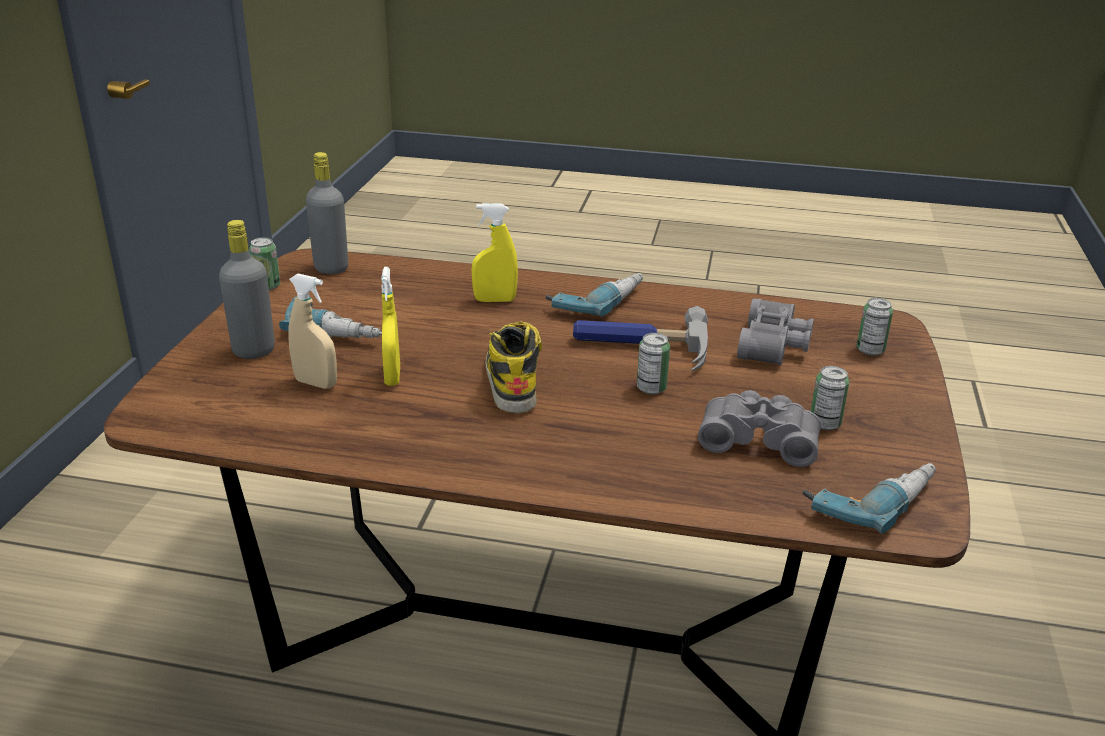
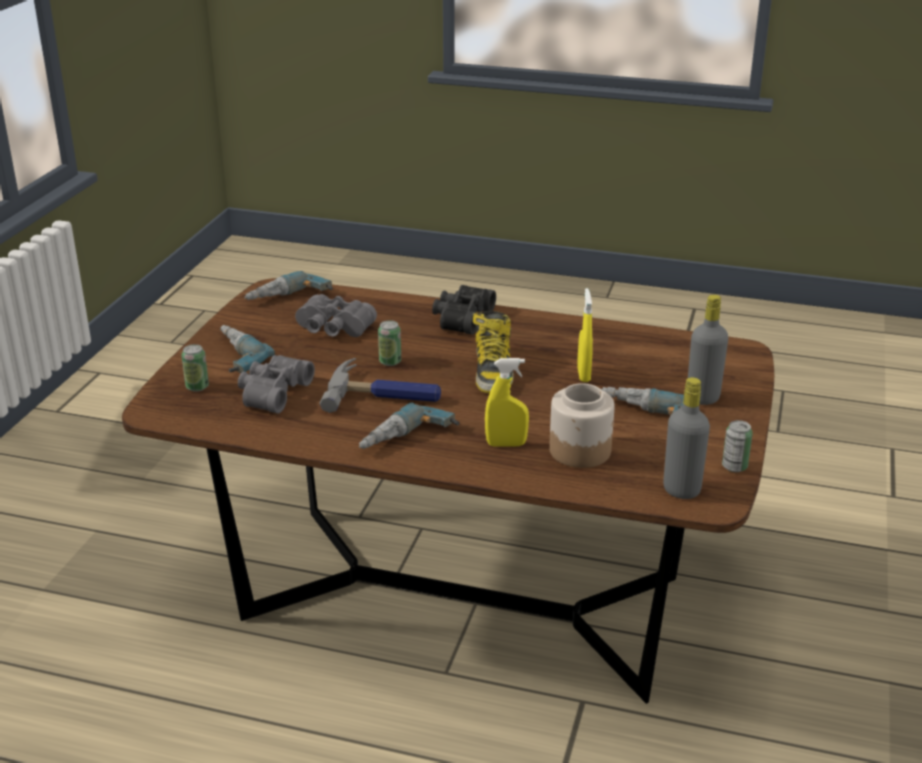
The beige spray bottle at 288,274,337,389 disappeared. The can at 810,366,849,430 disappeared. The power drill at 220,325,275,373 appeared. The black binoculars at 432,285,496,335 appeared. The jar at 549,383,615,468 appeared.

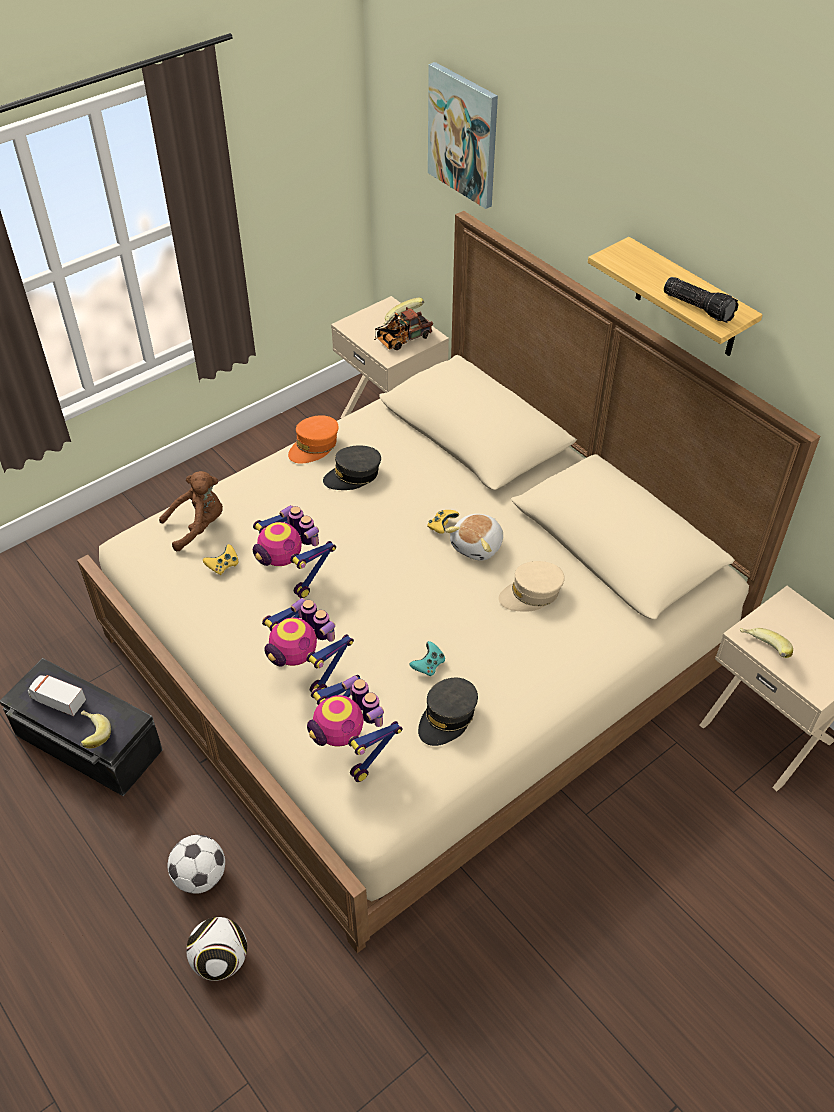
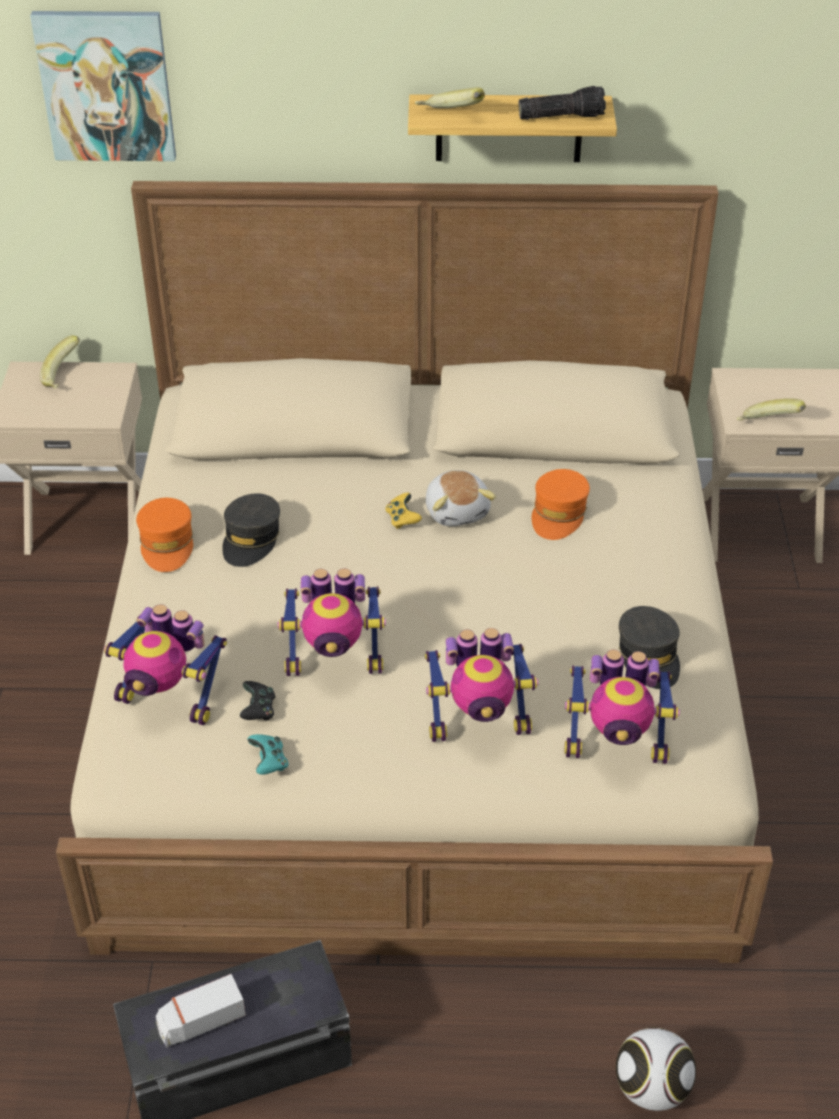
The banana moved from 80,710,111,749 to 415,87,485,108. The brown plush toy at 159,471,223,551 was replaced by the toy robot at 104,604,227,725. The football at 168,835,225,894 disappeared. The yellow game controller at 203,544,239,575 became the black game controller at 240,681,275,720. The toy truck at 374,307,433,350 disappeared. The turquoise game controller moved from 409,641,445,676 to 247,734,288,775. The beige cap at 498,561,565,612 became the orange cap at 532,469,590,540.

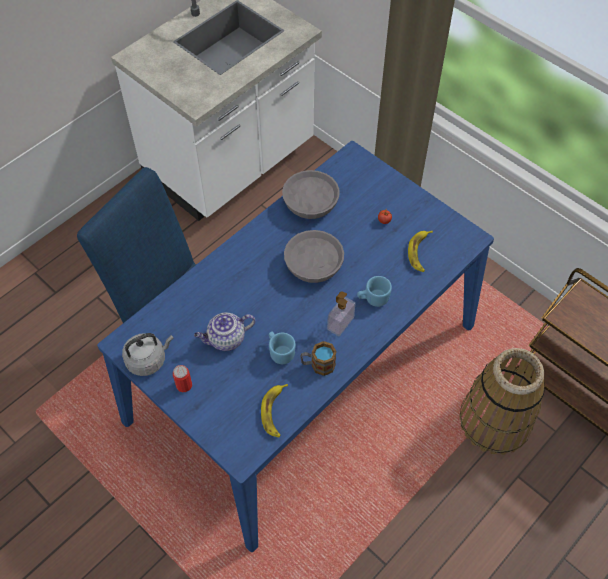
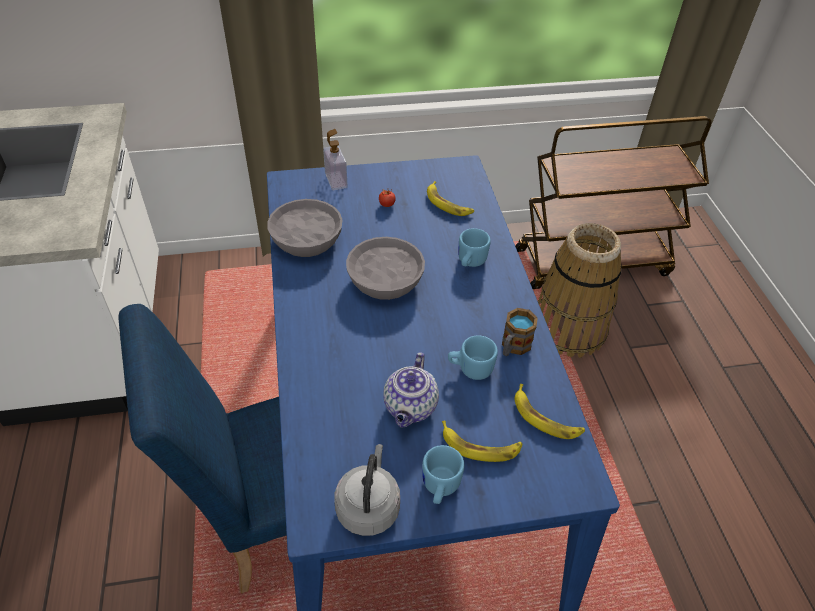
The can at 173,365,192,392 was replaced by the blue mug at 422,445,464,504. The soap dispenser moved from 327,291,356,336 to 323,129,347,190. The banana at 442,421,522,462 appeared.

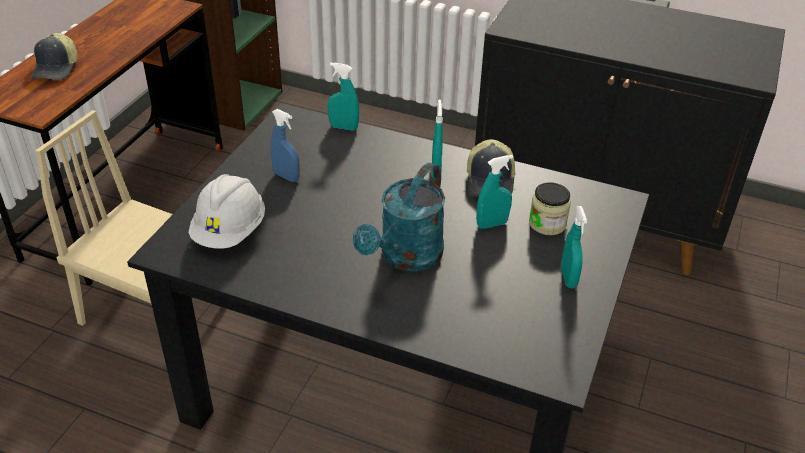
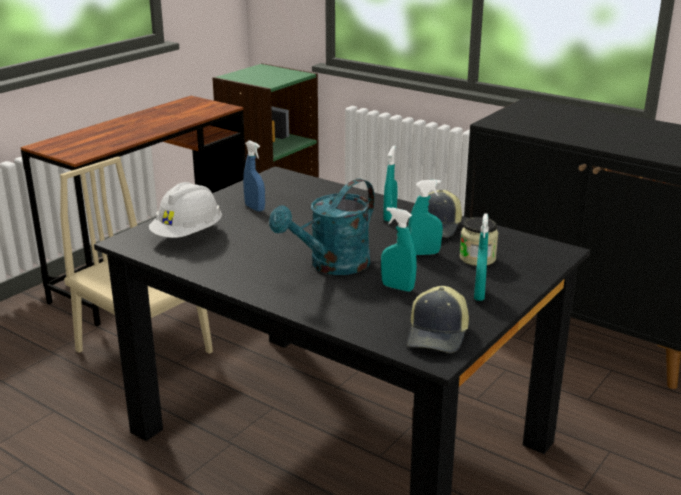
The cap moved from 31,33,78,80 to 407,286,469,353. The turquoise spray bottle moved from 328,62,359,131 to 381,207,417,292.

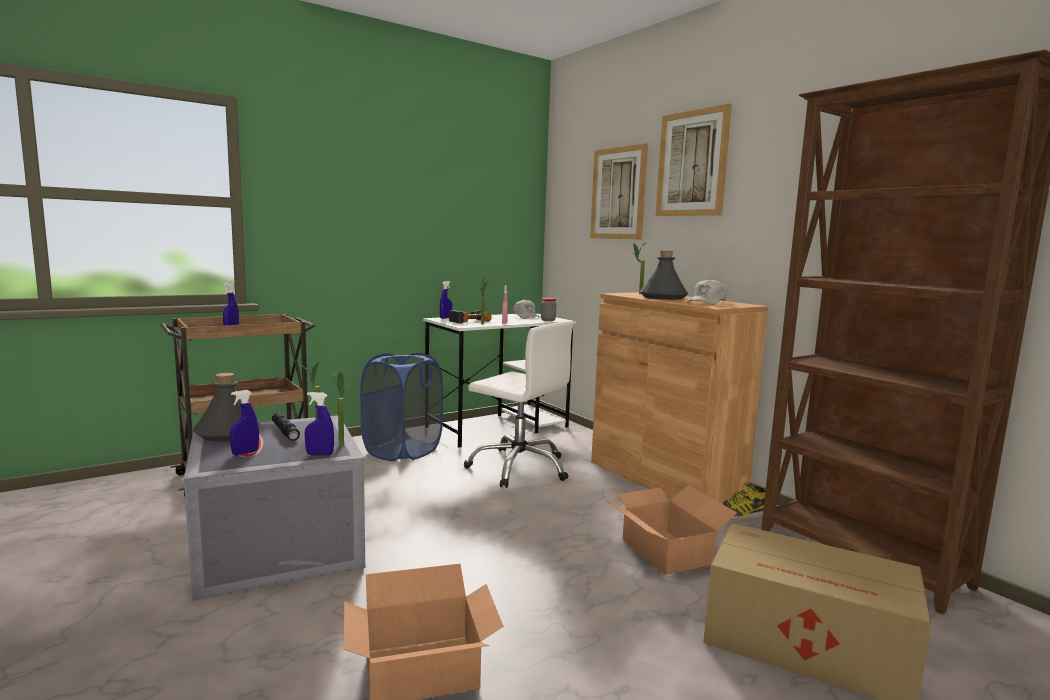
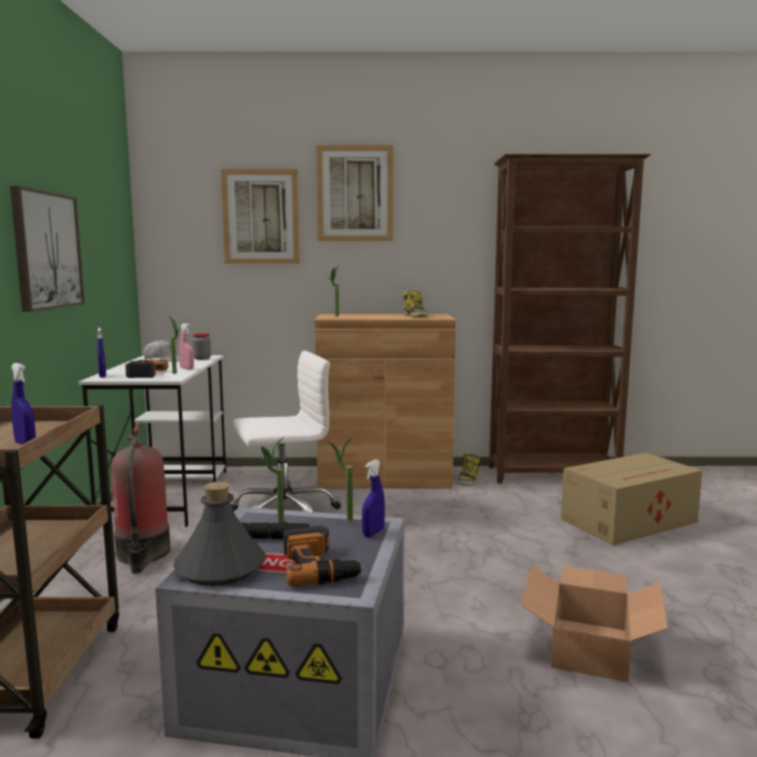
The blue spray bottle at 230,390,259,456 was replaced by the power drill at 283,526,364,586. The blue laundry basket at 360,353,443,461 was replaced by the fire extinguisher at 111,422,170,573. The cardboard box at 606,485,737,575 disappeared. The grey bottle at 640,250,688,300 disappeared. The white cap at 687,279,726,305 was replaced by the boot at 403,290,428,317. The picture at 10,186,85,312 appeared.

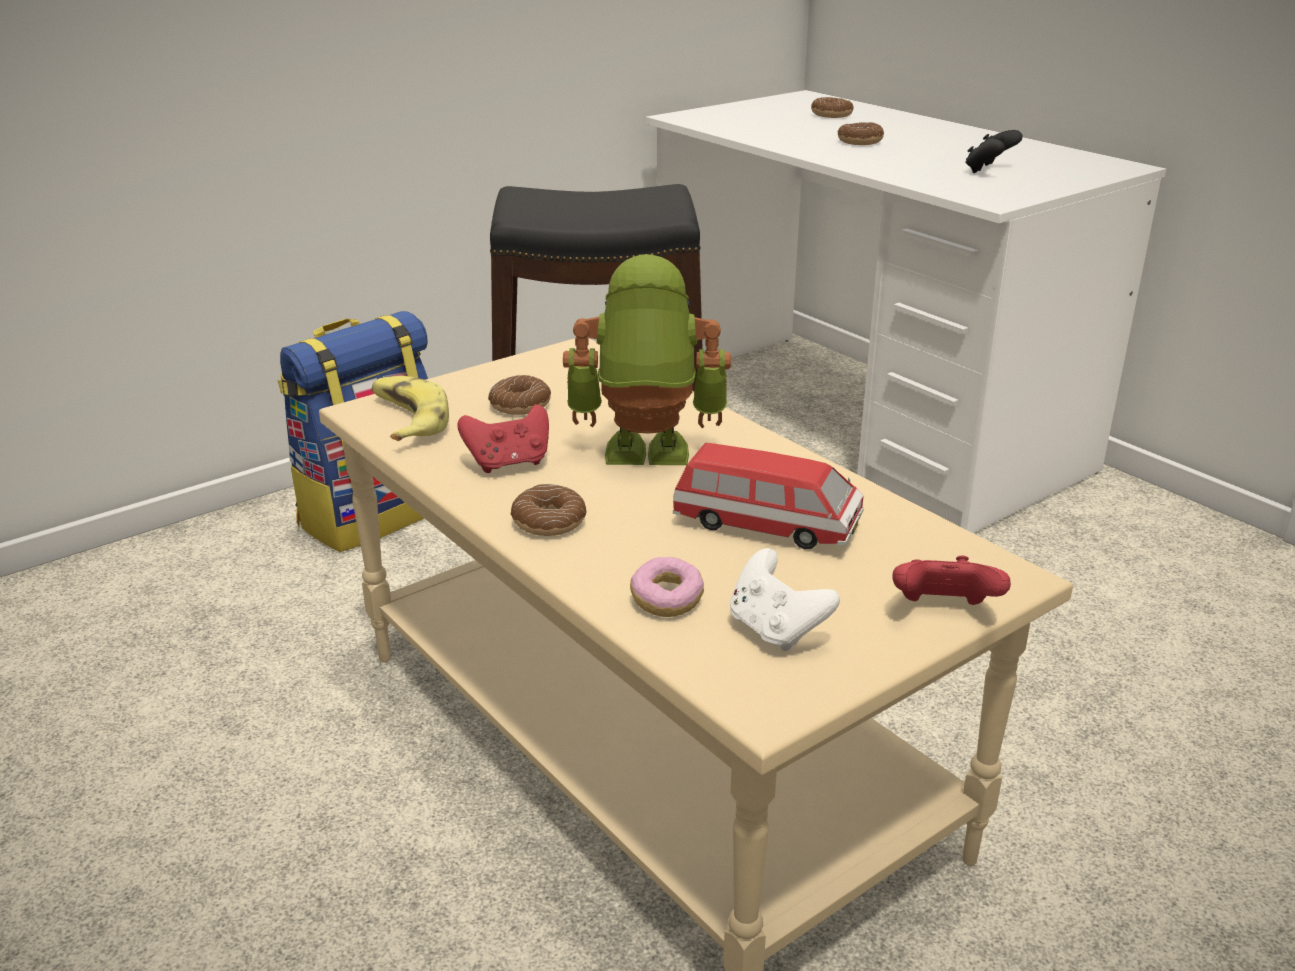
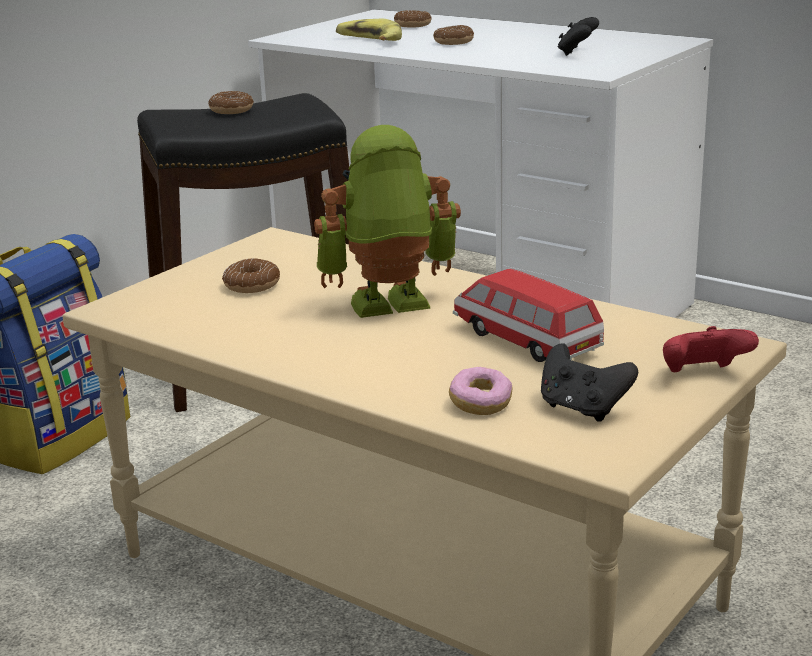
The banana moved from 371,376,449,441 to 336,19,402,41. The red game controller at 457,404,549,473 disappeared. The donut moved from 511,484,586,536 to 208,91,254,114. The toy car at 673,443,864,549 turned 135 degrees counterclockwise. The white game controller at 730,548,840,651 became the black game controller at 541,343,638,422.

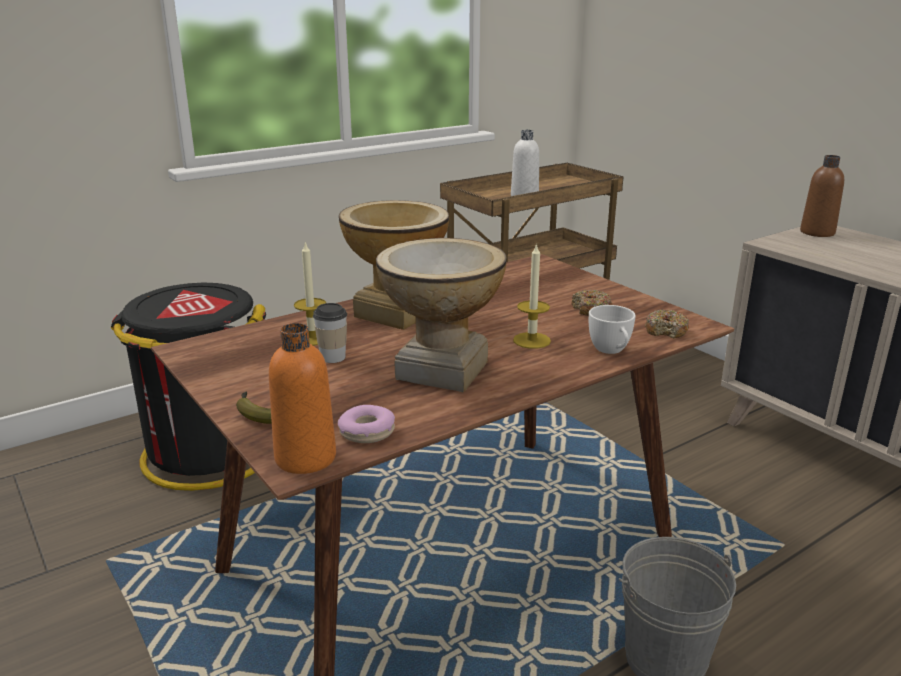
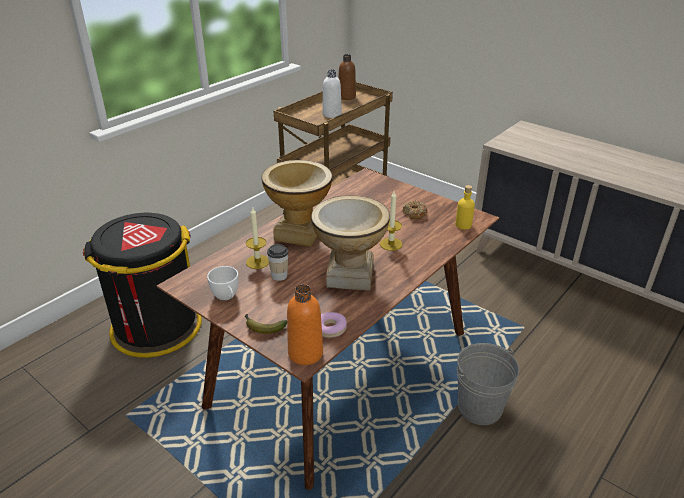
The white cup moved from 589,305,636,354 to 207,266,239,300. The donut at 645,309,689,338 was replaced by the yellow bottle at 455,185,475,230. The brown bottle moved from 800,155,844,237 to 338,54,356,100.

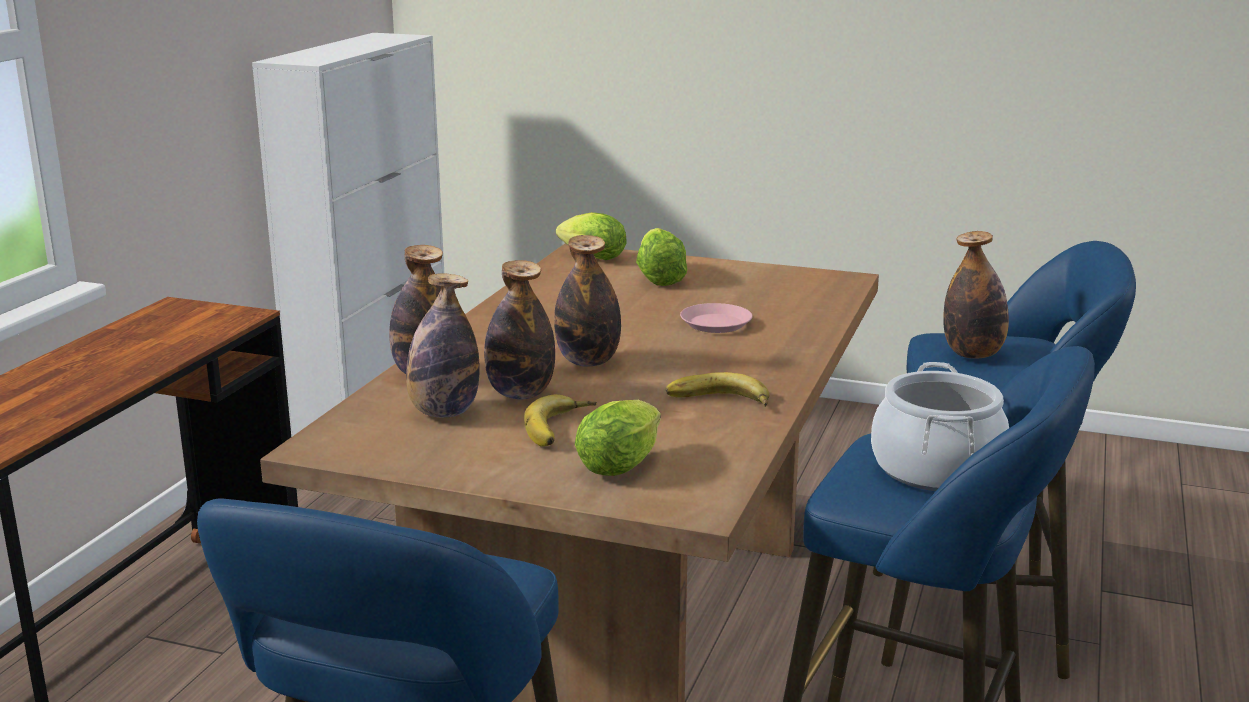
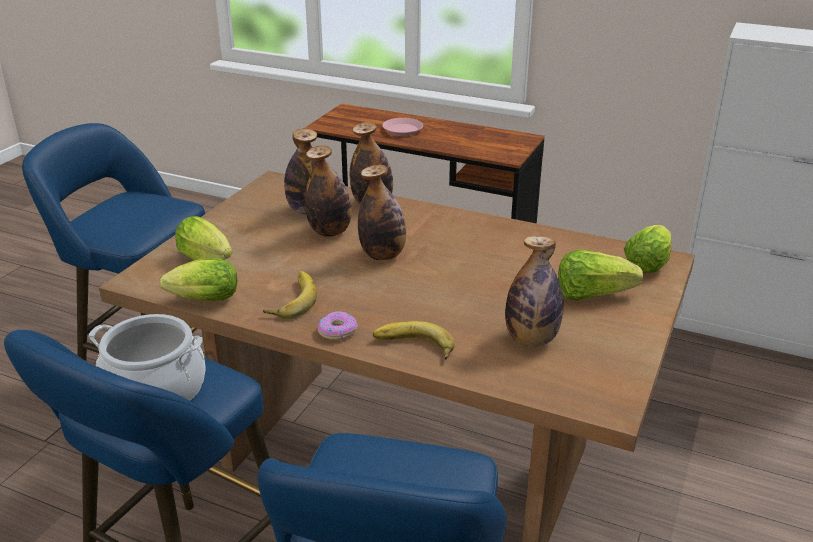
The banana moved from 524,394,597,447 to 373,321,455,360. The pink plate moved from 680,303,752,333 to 382,118,423,136. The bottle moved from 943,231,1009,359 to 505,236,564,347. The lettuce at 160,258,237,301 appeared. The donut at 318,311,358,340 appeared.

